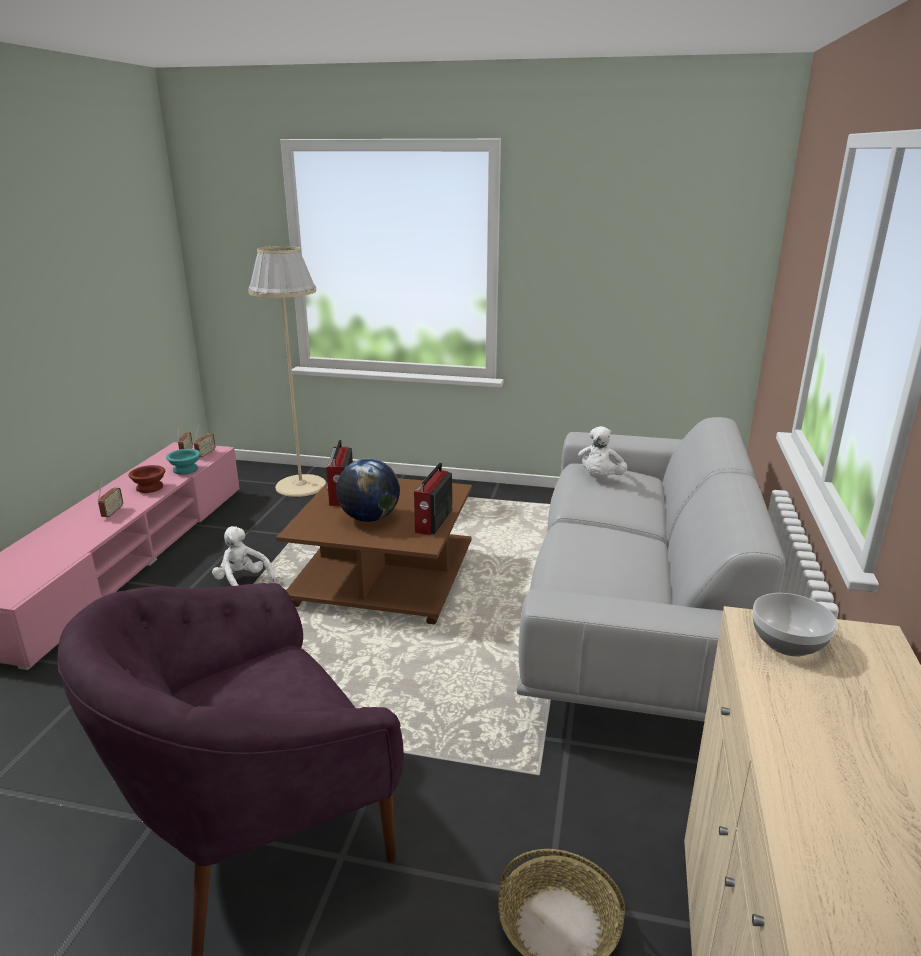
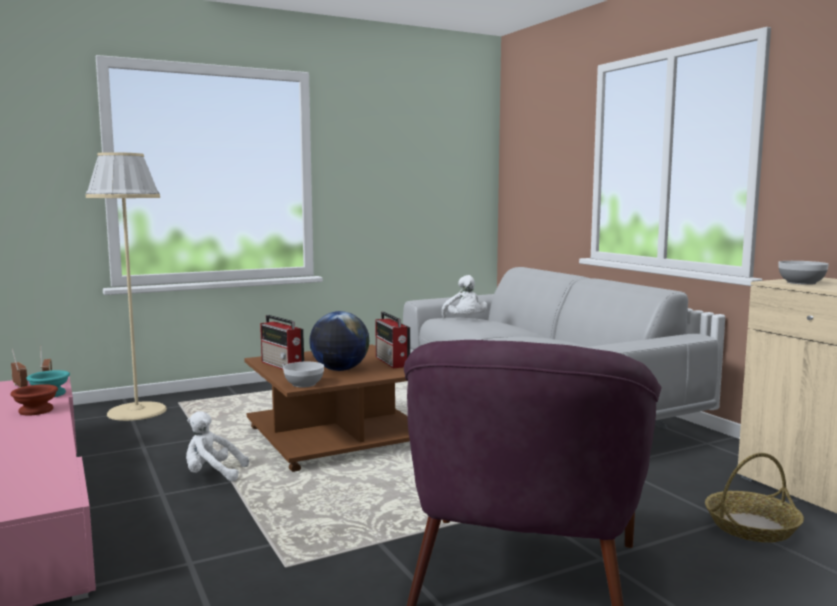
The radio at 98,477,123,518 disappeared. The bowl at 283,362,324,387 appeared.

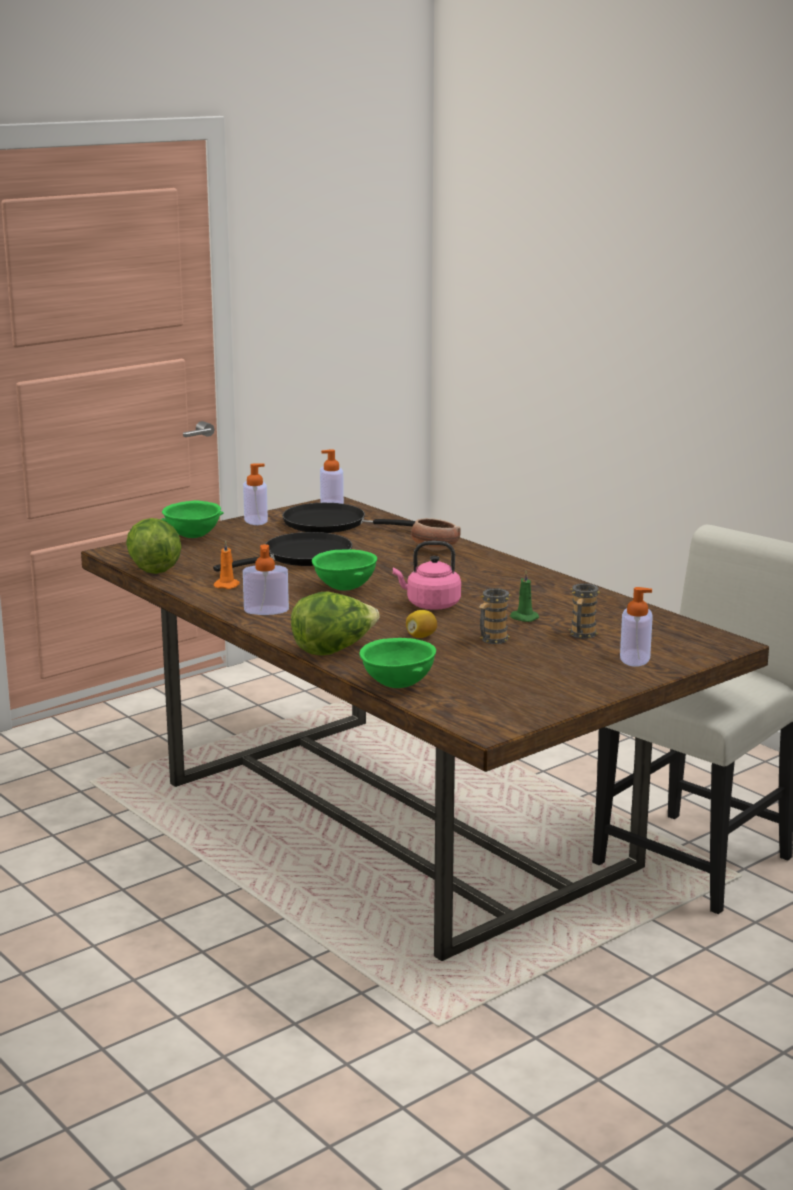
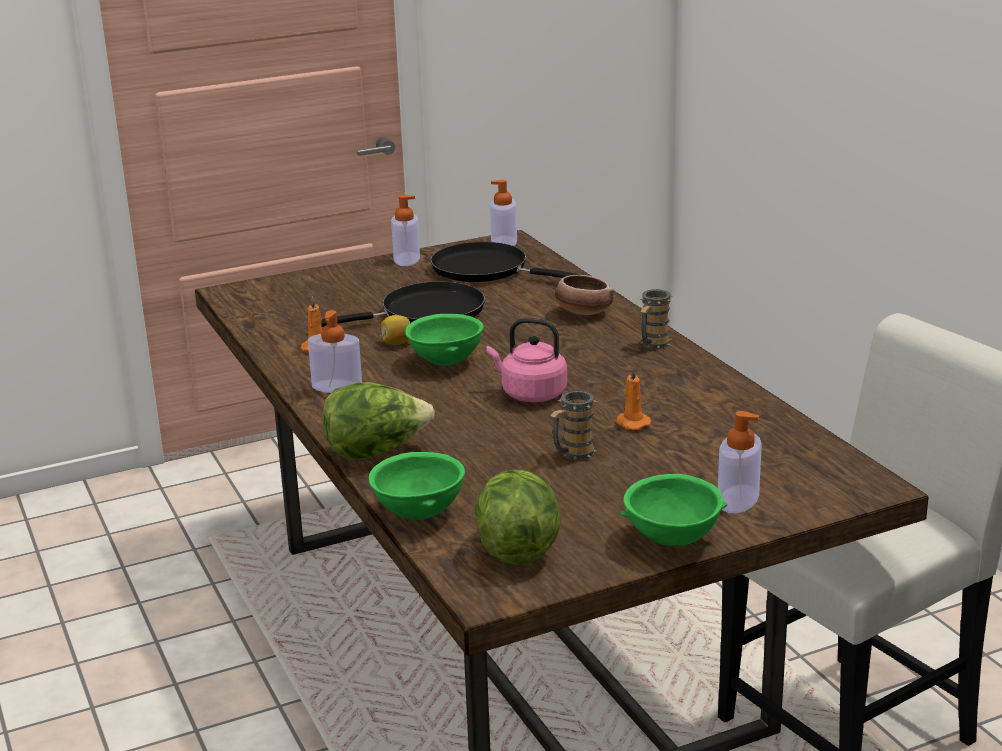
The lettuce moved from 126,518,181,574 to 475,470,561,565. The green bowl moved from 162,501,224,538 to 621,474,727,546. The lemon moved from 406,610,437,638 to 381,315,410,345. The green candle at 510,571,539,622 became the orange candle at 616,366,651,430. The mug moved from 569,583,601,639 to 640,289,672,349.

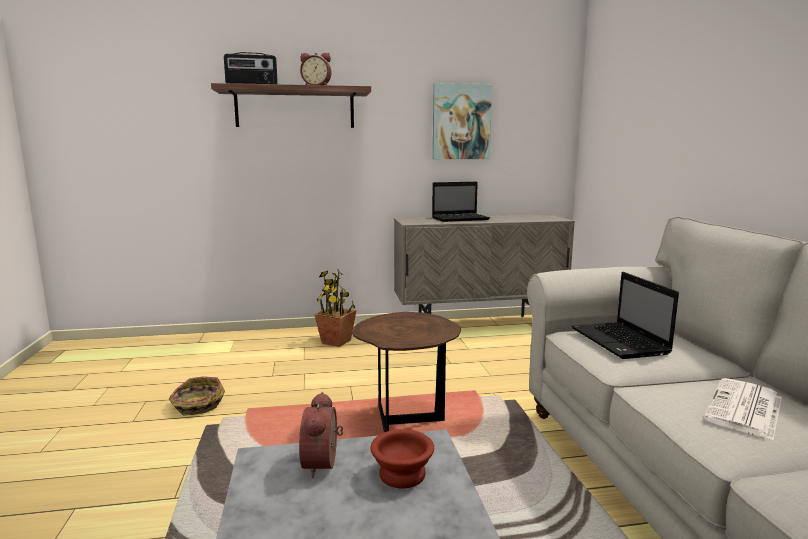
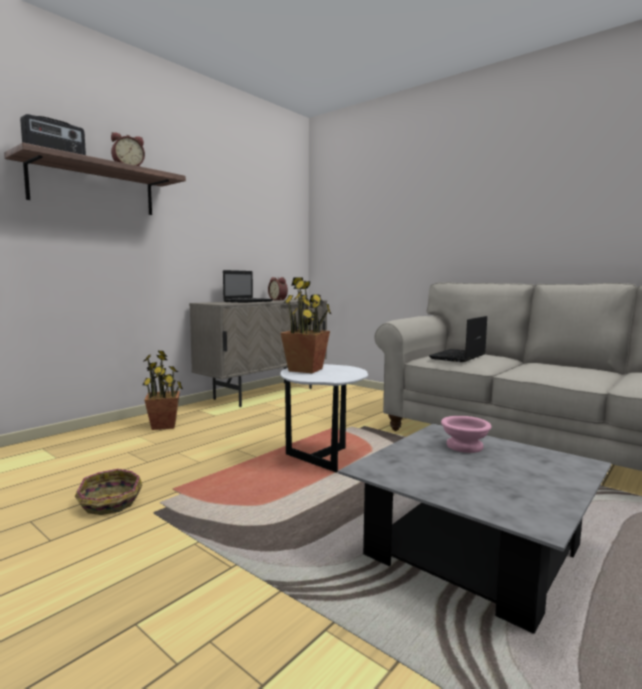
The alarm clock moved from 299,392,343,478 to 268,277,288,301. The brown side table at 352,312,461,432 became the white side table at 281,364,368,473. The brown bowl at 370,429,434,488 became the pink bowl at 441,416,492,453. The picture at 433,83,492,159 disappeared. The laptop at 571,272,679,359 turned 90 degrees clockwise. The newspaper at 703,378,782,440 disappeared. The potted plant at 281,277,331,373 appeared.

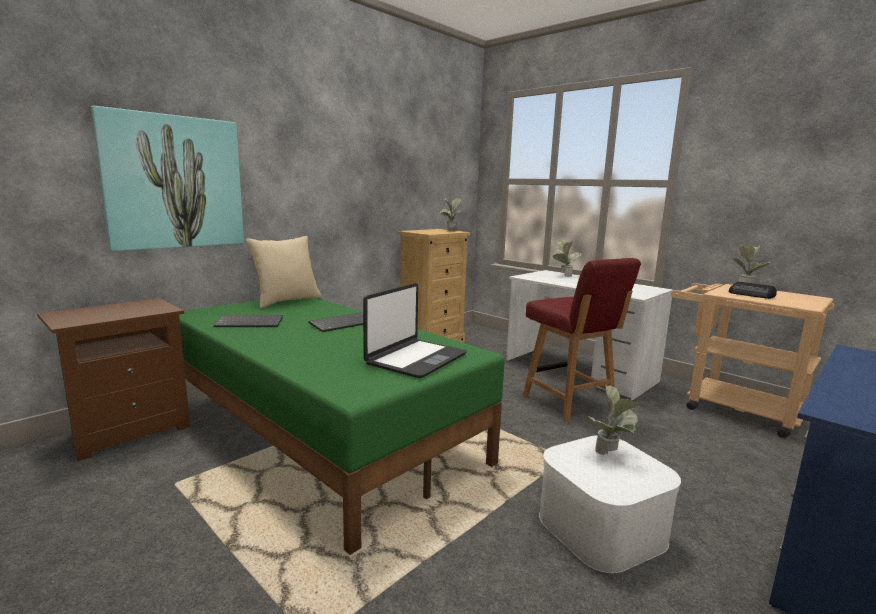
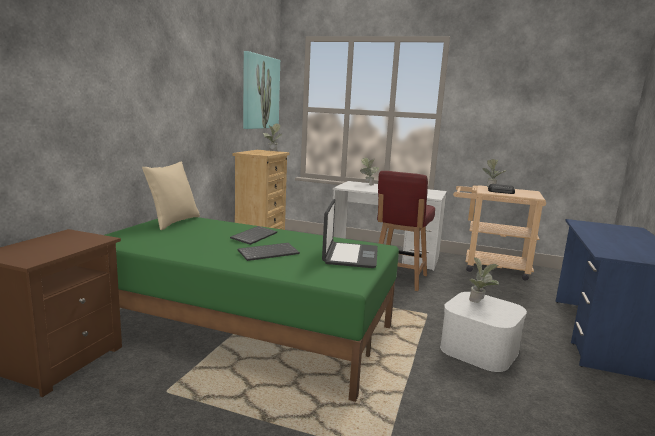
The picture moved from 91,106,244,251 to 243,51,280,129. The keyboard moved from 213,315,283,327 to 238,243,300,261. The red chair at 522,258,641,423 turned 75 degrees clockwise.

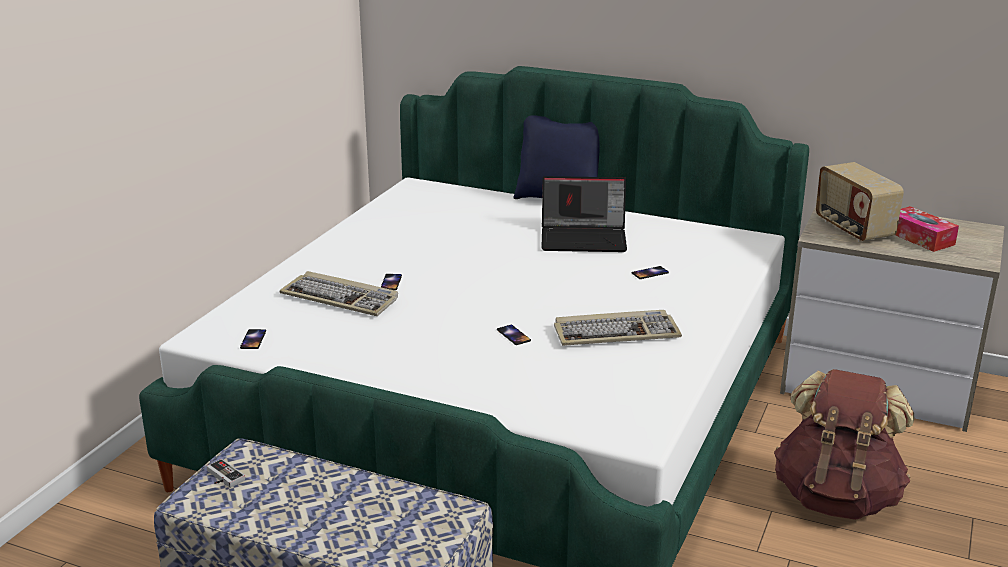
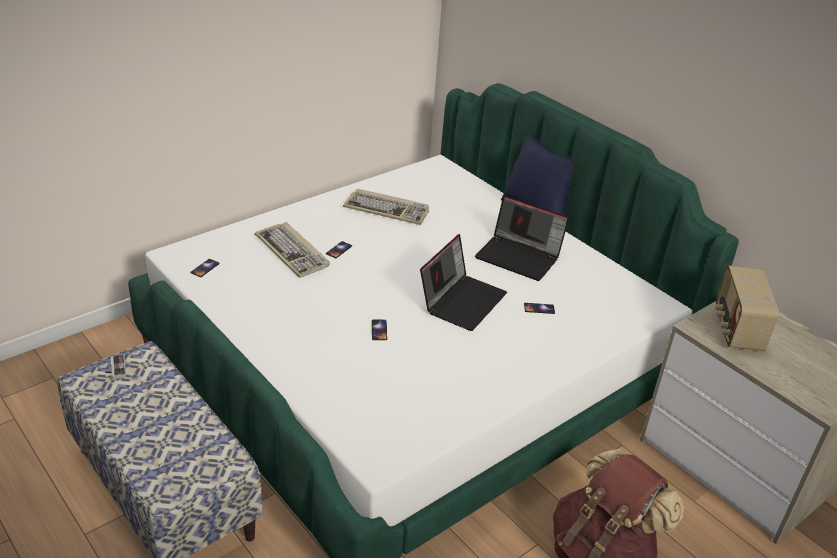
The keyboard moved from 554,310,682,346 to 343,189,429,225. The tissue box at 895,206,959,252 disappeared. The laptop at 420,234,507,331 appeared.

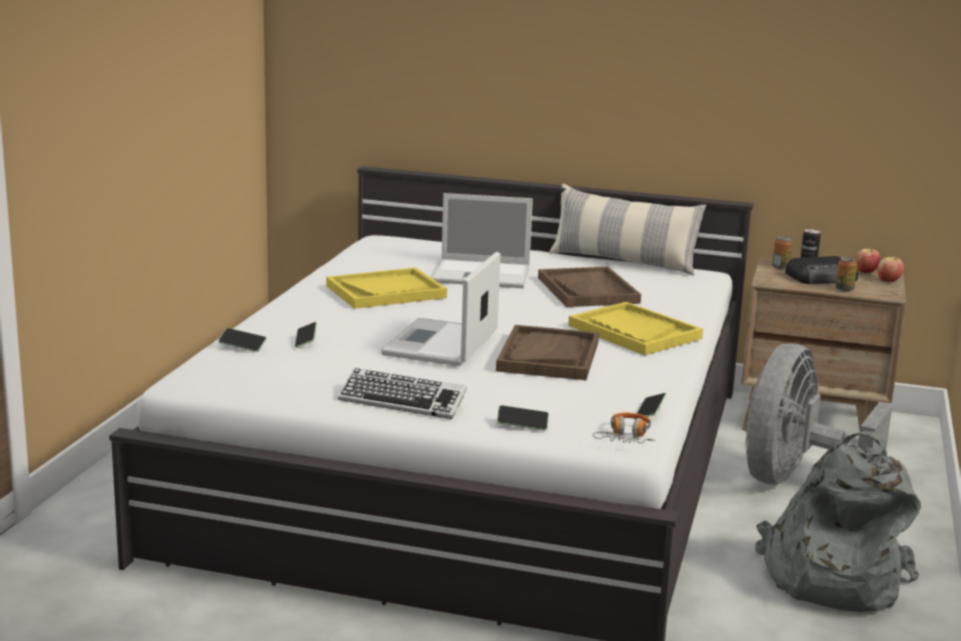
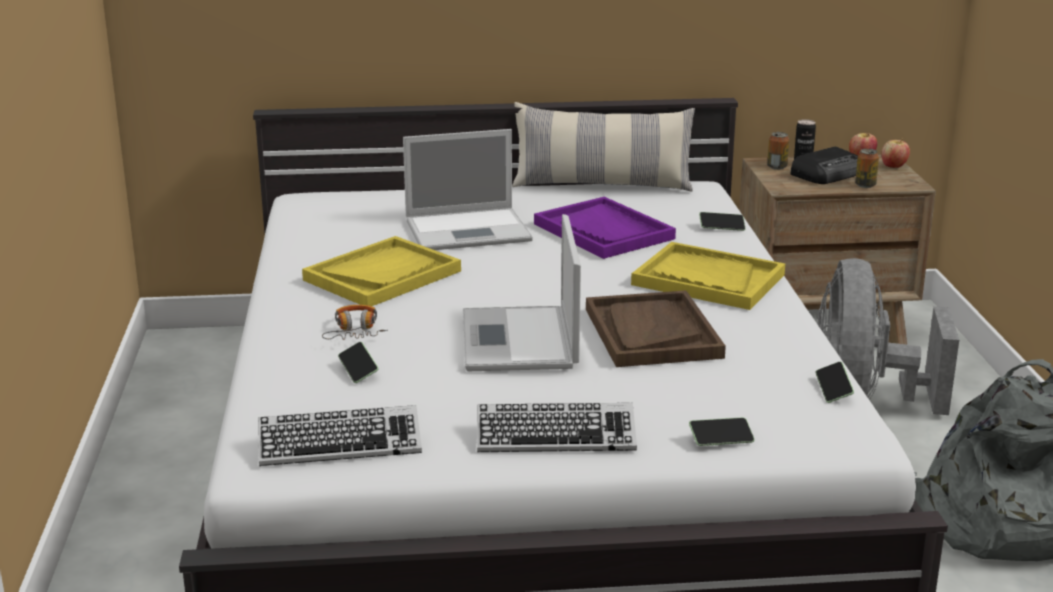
The phone moved from 218,328,267,352 to 699,212,746,231. The brown tray at 538,267,641,307 became the purple tray at 534,197,676,259. The headphones moved from 593,413,655,443 to 322,305,388,340. The keyboard at 258,405,422,466 appeared.

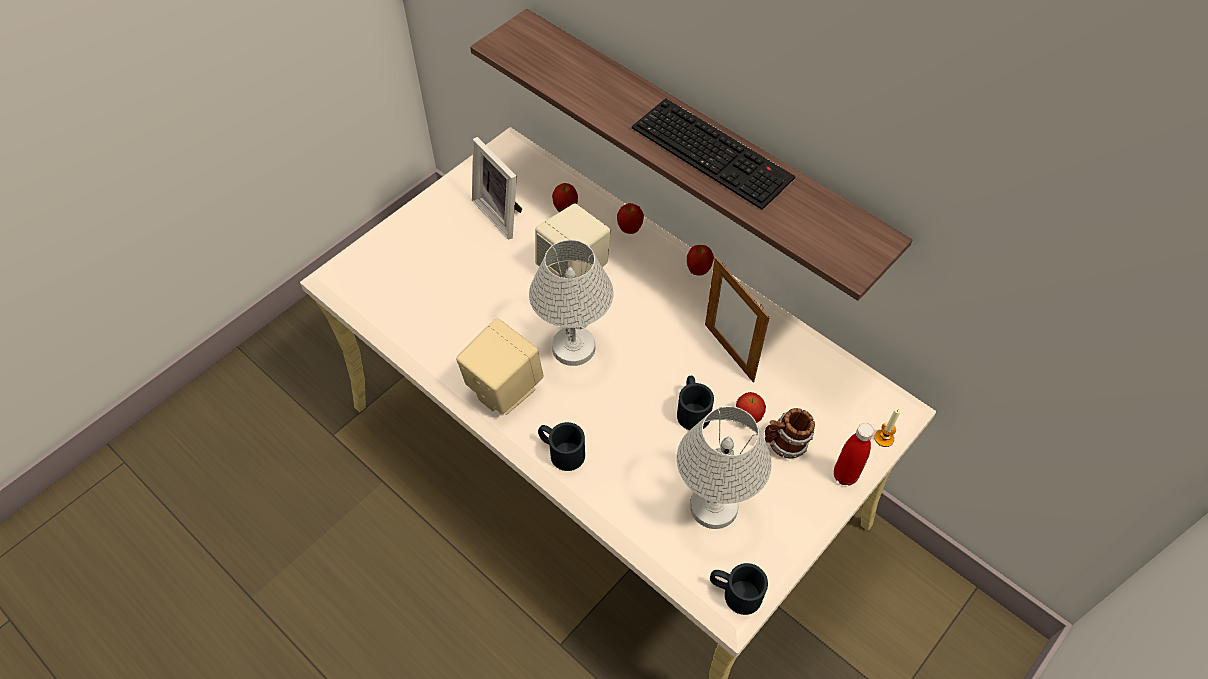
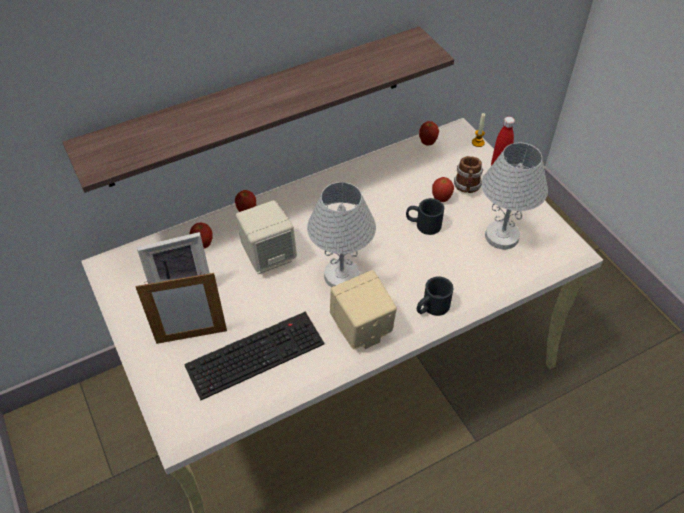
The keyboard moved from 632,98,795,210 to 184,312,324,400. The apple moved from 687,245,714,275 to 419,121,439,145. The picture frame moved from 705,257,770,382 to 135,272,227,344. The black mug at 710,563,768,615 disappeared.

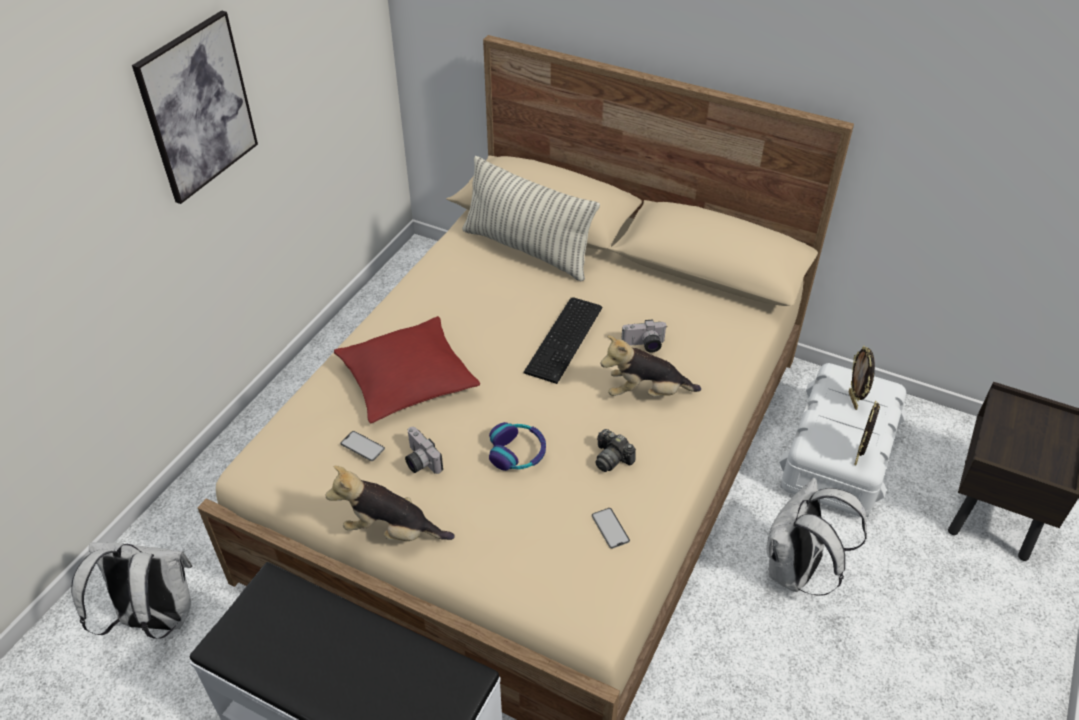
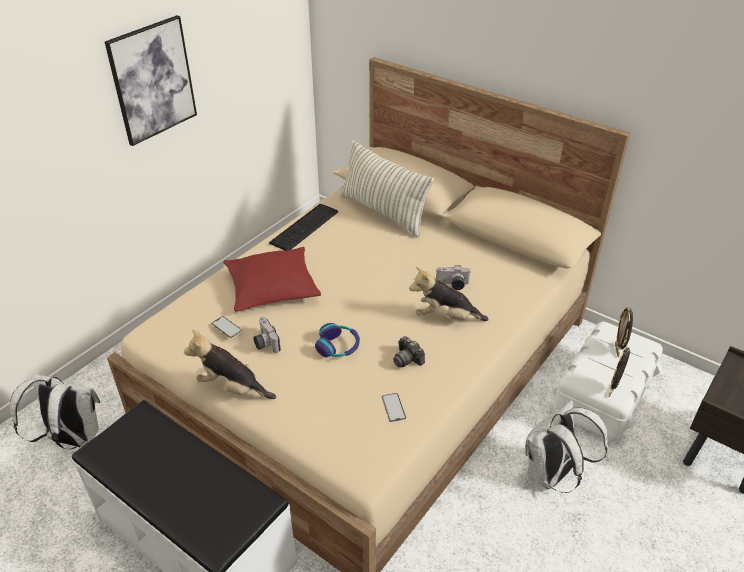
The keyboard moved from 523,297,603,384 to 269,204,339,251.

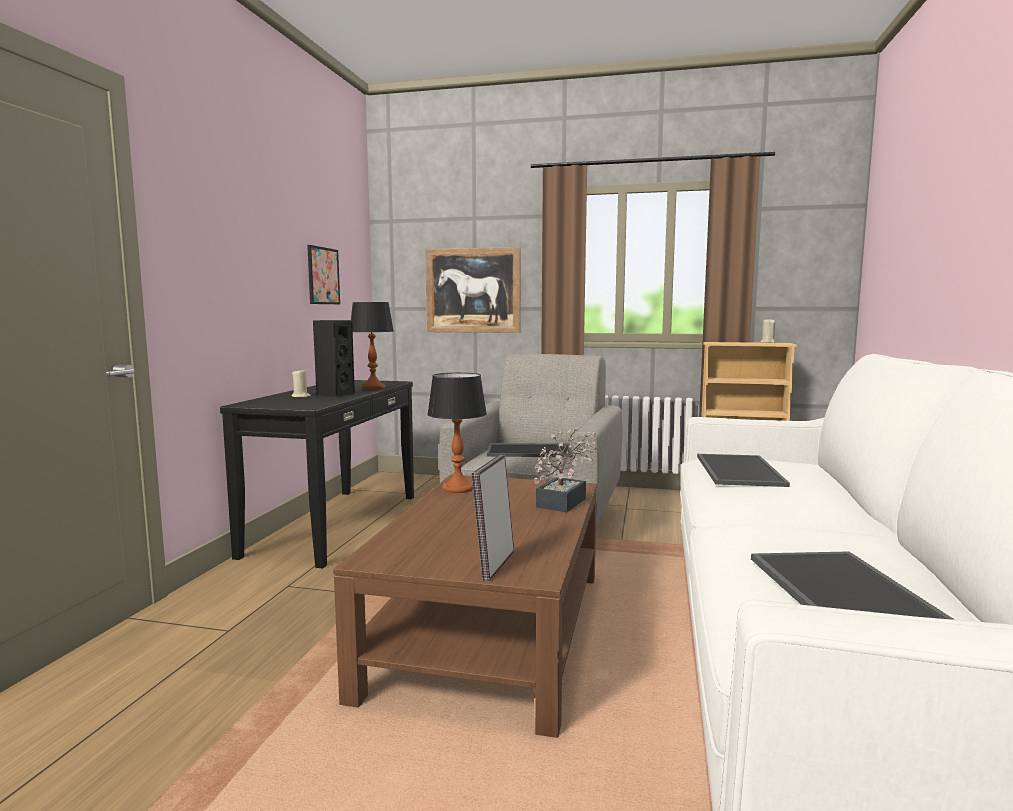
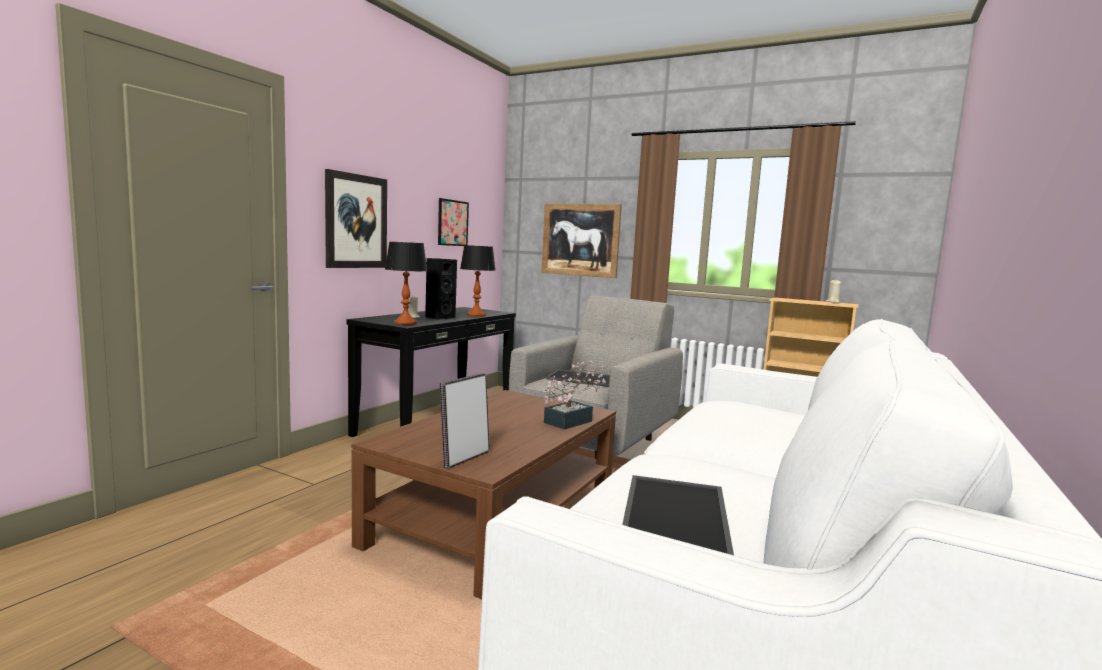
The table lamp moved from 427,373,487,493 to 385,241,427,325. The tray at 697,454,790,487 disappeared. The picture at 325,169,387,268 appeared.

